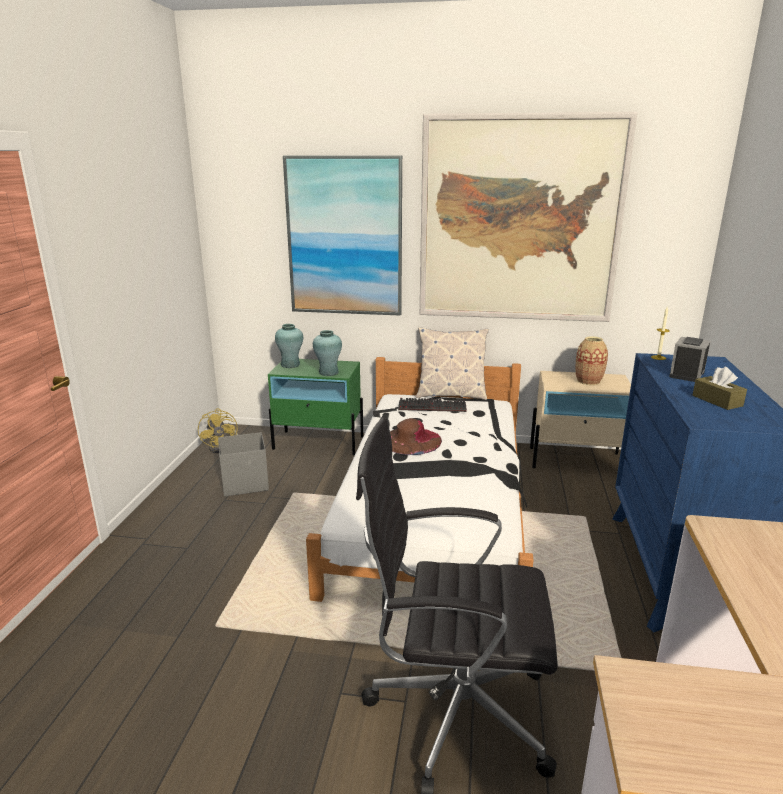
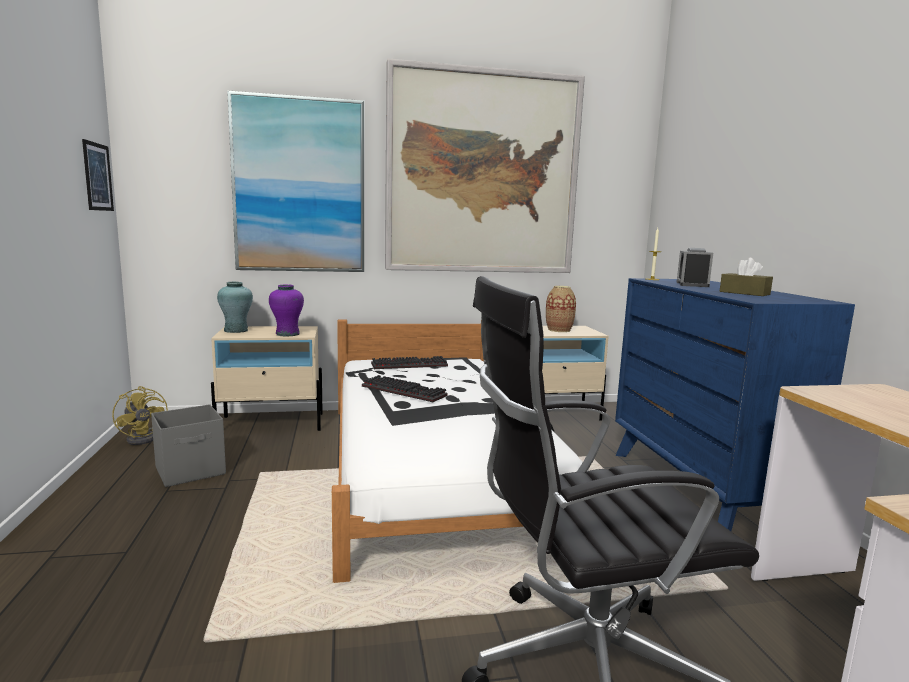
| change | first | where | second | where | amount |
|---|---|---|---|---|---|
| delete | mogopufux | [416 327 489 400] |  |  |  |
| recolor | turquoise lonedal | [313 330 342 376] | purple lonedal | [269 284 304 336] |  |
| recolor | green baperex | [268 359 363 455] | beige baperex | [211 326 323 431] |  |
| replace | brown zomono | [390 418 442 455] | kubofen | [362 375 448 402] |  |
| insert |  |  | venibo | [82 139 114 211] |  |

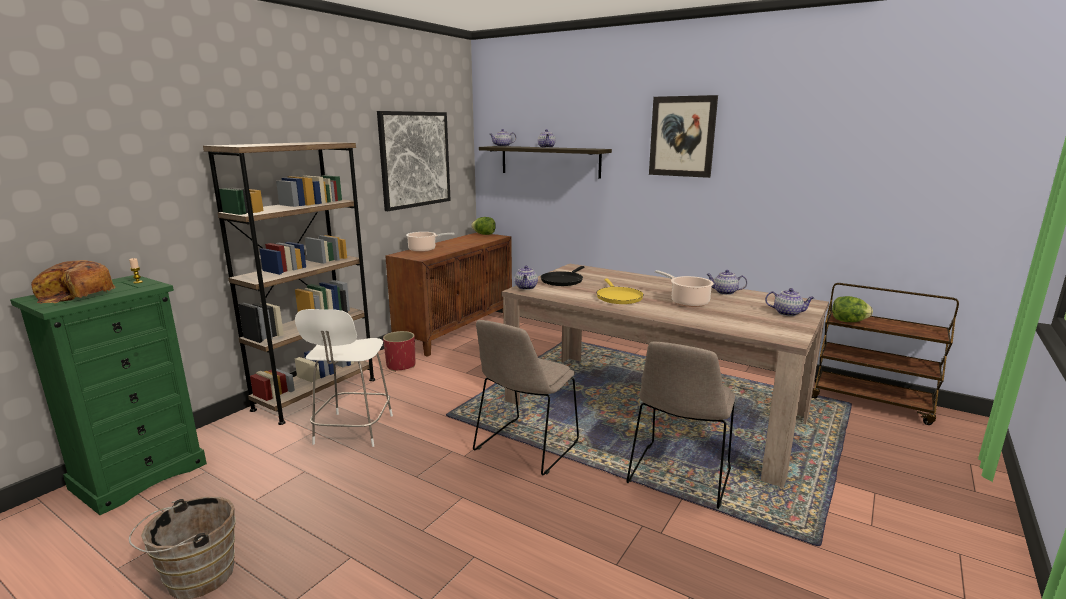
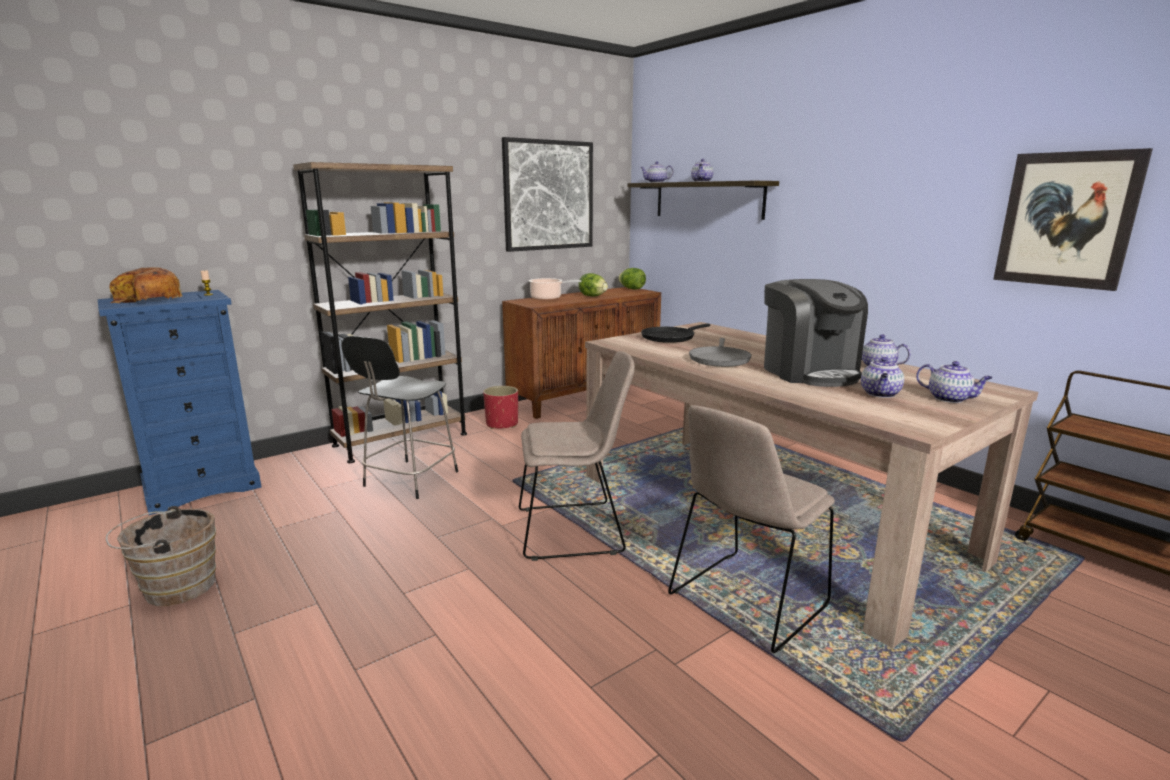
| change | first | where | second | where | amount |
|---|---|---|---|---|---|
| move | venibo | [649 95 718 178] |  | [993 148 1153 291] |  |
| move | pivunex | [515 266 538 290] |  | [861 357 904 398] |  |
| replace | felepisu | [655 270 714 307] | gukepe | [764 279 868 387] |  |
| recolor | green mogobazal | [10 275 207 515] | blue mogobazal | [98 290 261 515] |  |
| recolor | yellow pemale | [596 278 644 304] | grey pemale | [689 338 752 367] |  |
| move | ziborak | [832 296 873 322] |  | [578 273 608 296] |  |
| recolor | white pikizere | [295 309 393 447] | black pikizere | [341 336 458 499] |  |
| rotate | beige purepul | [473 320 579 475] |  | [519 351 635 561] | 150 degrees counterclockwise |

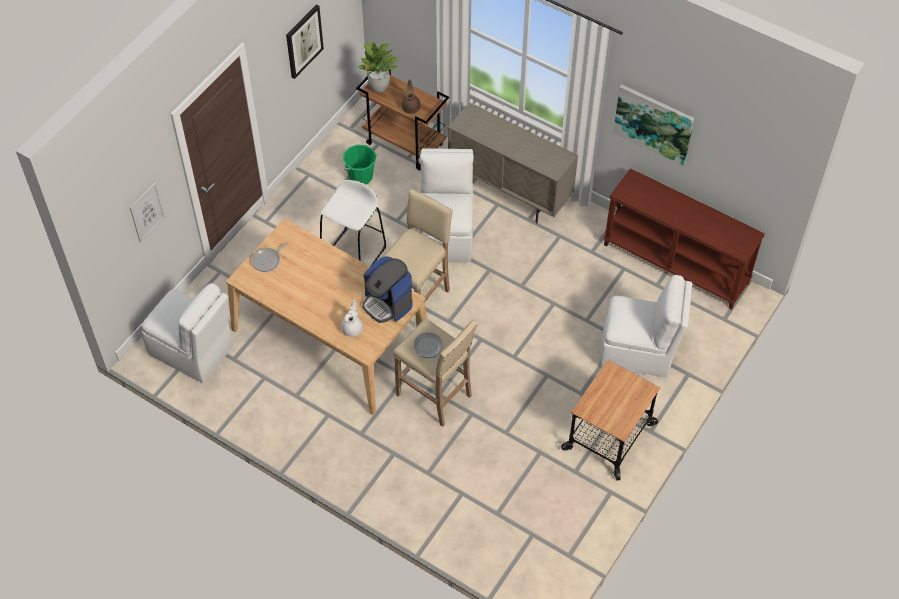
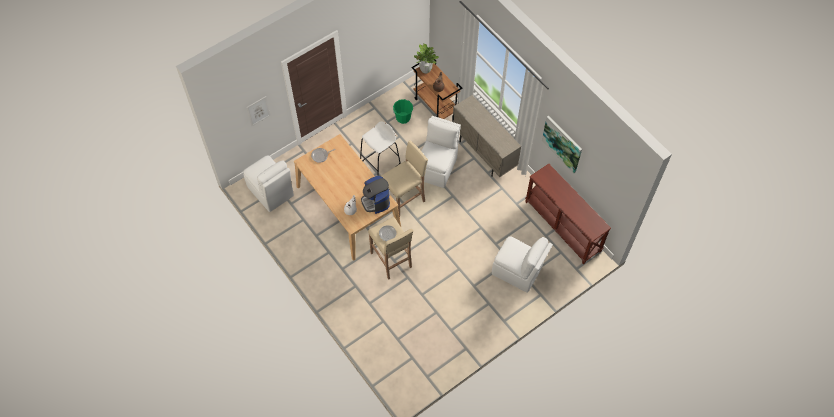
| change | first | where | second | where | amount |
|---|---|---|---|---|---|
| delete | venibo | [286 4 324 79] |  |  |  |
| delete | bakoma | [561 360 660 481] |  |  |  |

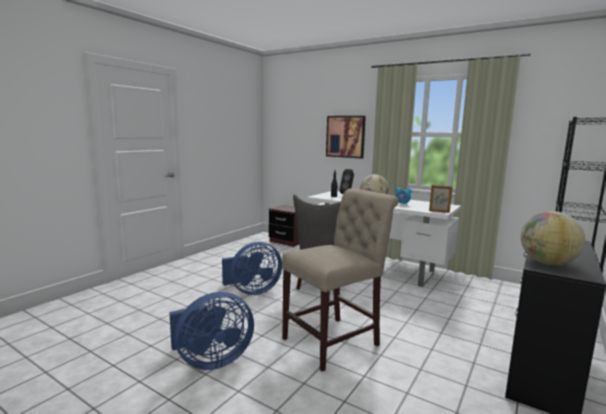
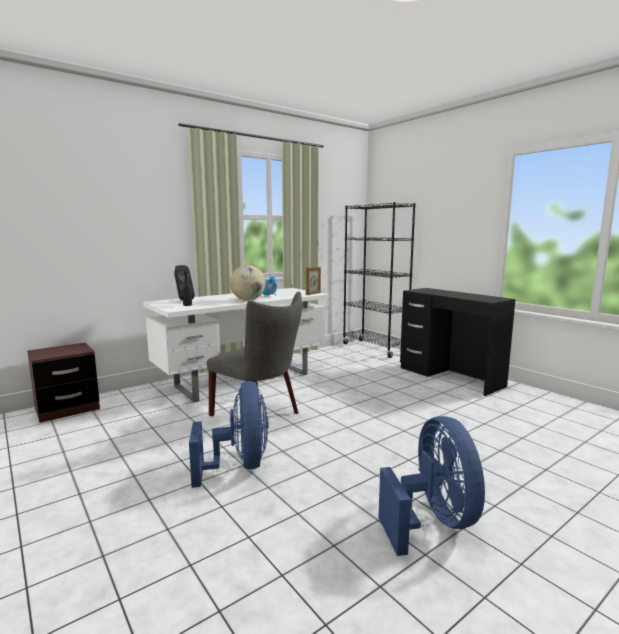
| change | first | where | second | where | amount |
|---|---|---|---|---|---|
| delete | venibo | [326 116 366 159] |  |  |  |
| delete | beige purepul | [282 188 399 371] |  |  |  |
| delete | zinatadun | [521 211 585 265] |  |  |  |

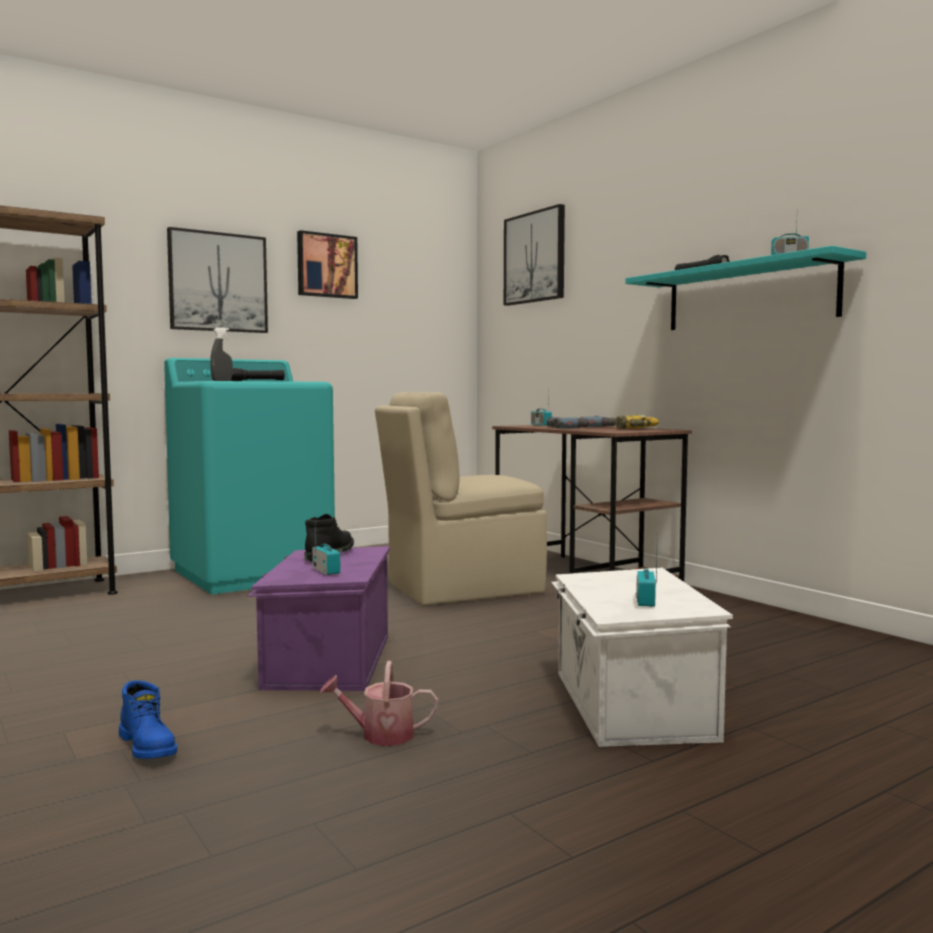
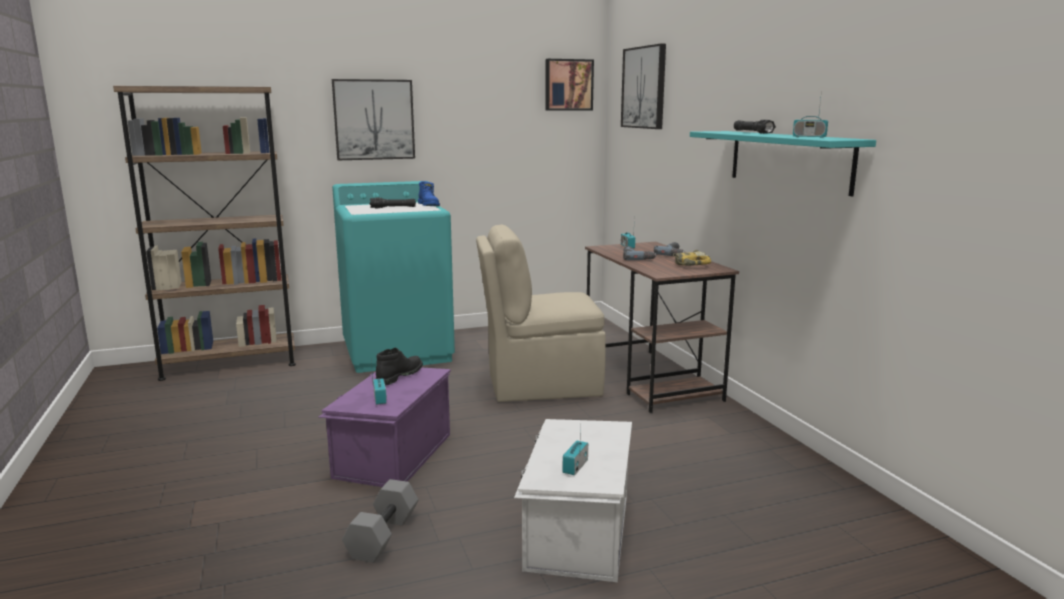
| change | first | where | second | where | amount |
|---|---|---|---|---|---|
| move | venibo | [297 230 358 299] |  | [545 59 594 111] |  |
| delete | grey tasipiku | [210 328 233 381] |  |  |  |
| replace | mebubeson | [320 661 438 746] | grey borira | [342 479 418 563] |  |
| move | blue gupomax | [119 680 177 759] |  | [418 181 440 206] |  |

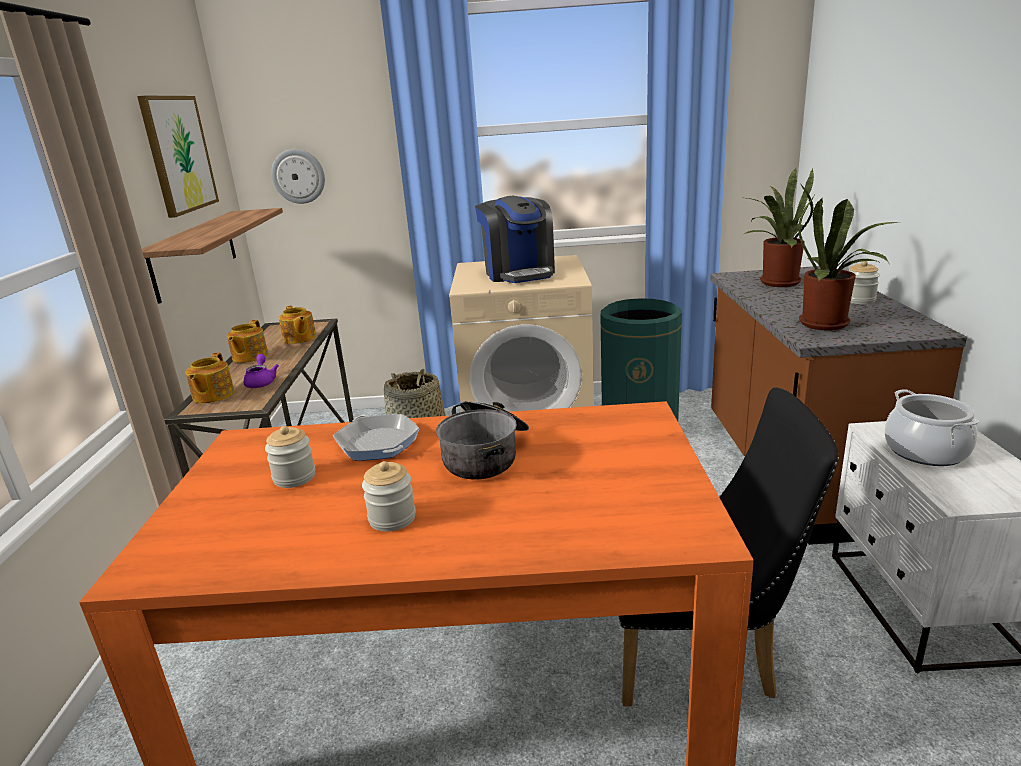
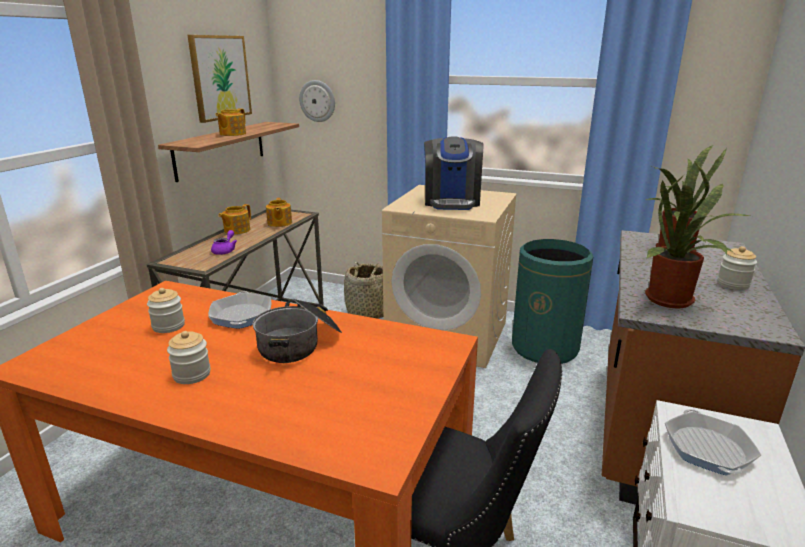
| change | first | where | second | where | amount |
|---|---|---|---|---|---|
| move | pivunex | [185 353 235 403] |  | [215 108 246 136] |  |
| replace | felepisu | [884 389 979 466] | pemale | [665 409 761 476] |  |

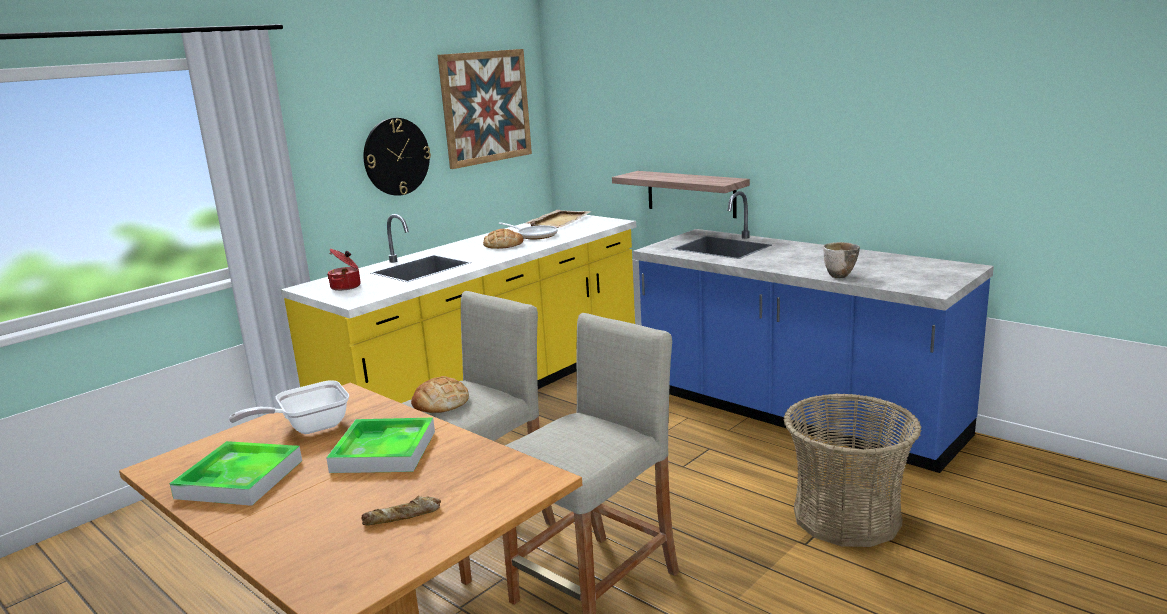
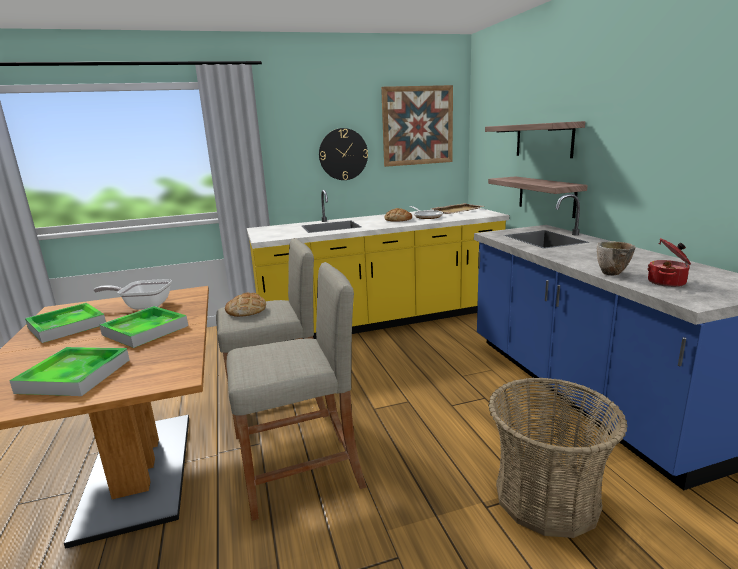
| change | first | where | second | where | amount |
|---|---|---|---|---|---|
| move | felepisu | [327 249 361 291] |  | [647 238 691 287] |  |
| replace | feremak | [361 496 441 525] | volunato | [9 347 130 396] |  |
| insert |  |  | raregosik | [485 121 585 158] |  |

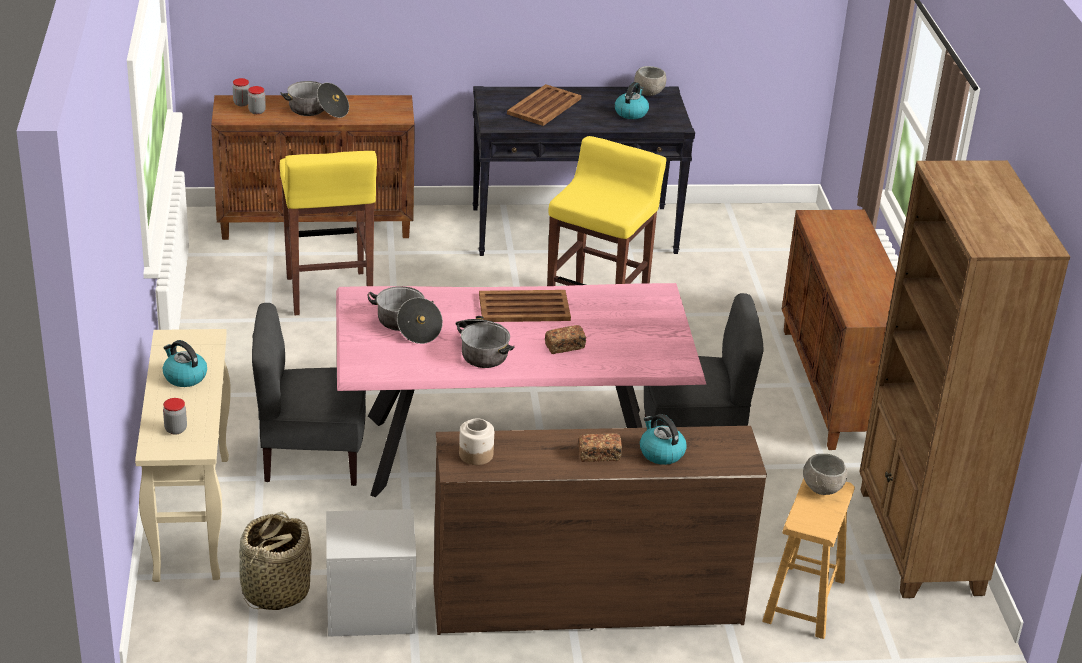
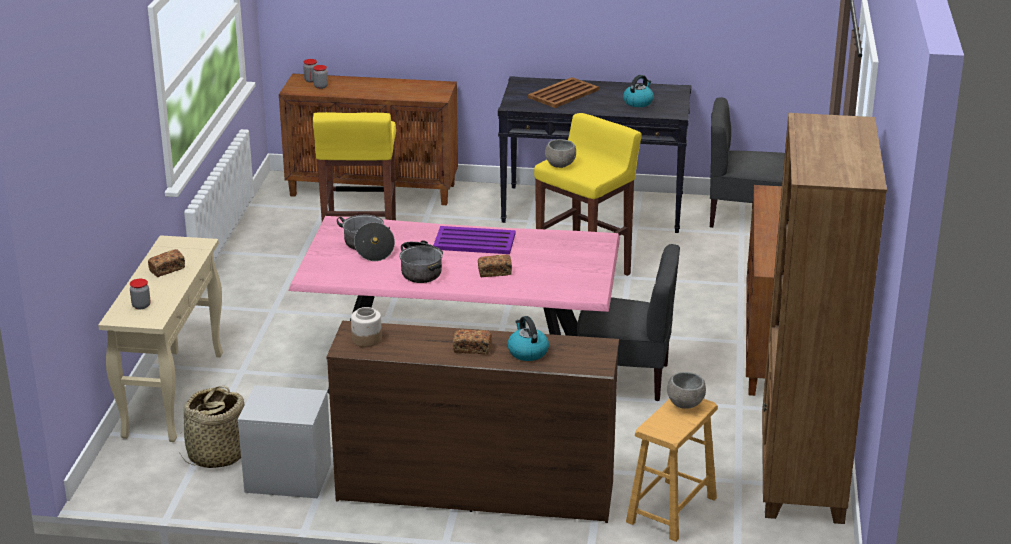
| change | first | where | second | where | amount |
|---|---|---|---|---|---|
| move | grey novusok | [634 66 666 96] |  | [545 139 576 168] |  |
| delete | felepisu | [281 81 349 118] |  |  |  |
| recolor | brown volunato | [479 290 571 322] | purple volunato | [433 226 515 254] |  |
| move | grey purepul | [252 303 366 486] |  | [710 97 785 228] |  |
| replace | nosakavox | [163 340 207 387] | feremak | [148 249 185 277] |  |

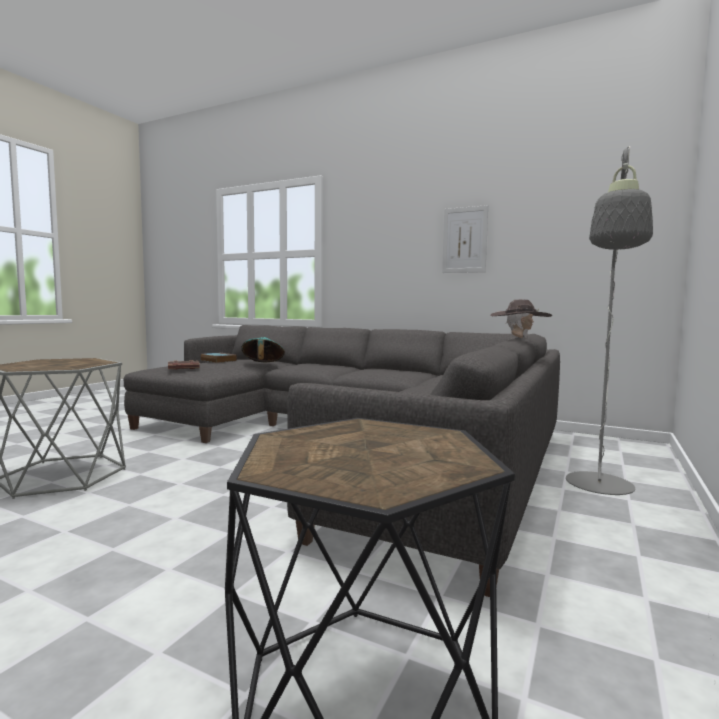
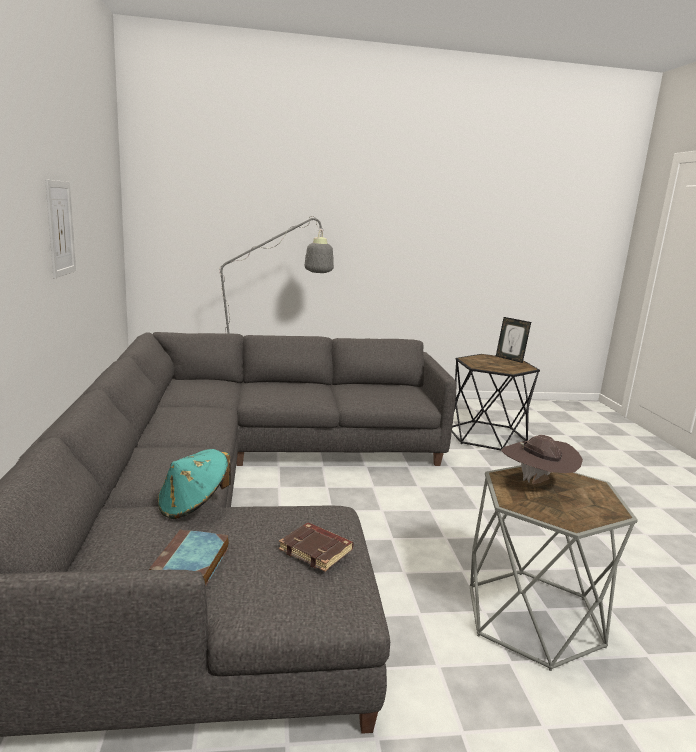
| change | first | where | second | where | amount |
|---|---|---|---|---|---|
| move | brown zomono | [491 299 552 339] |  | [501 435 583 484] |  |
| insert |  |  | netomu | [496 317 531 363] |  |

